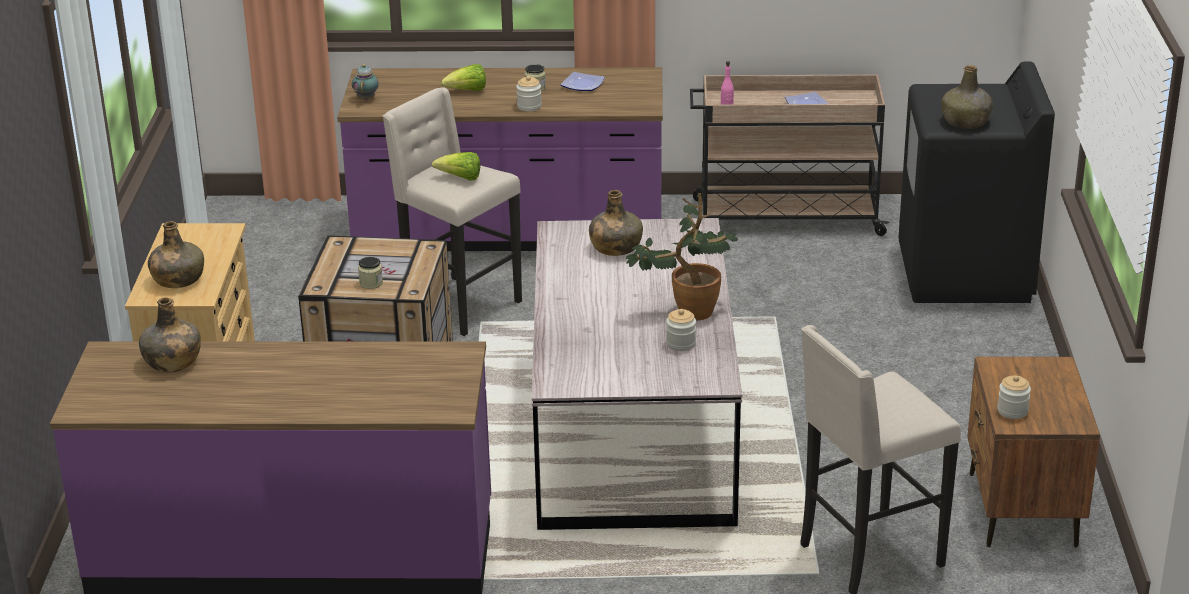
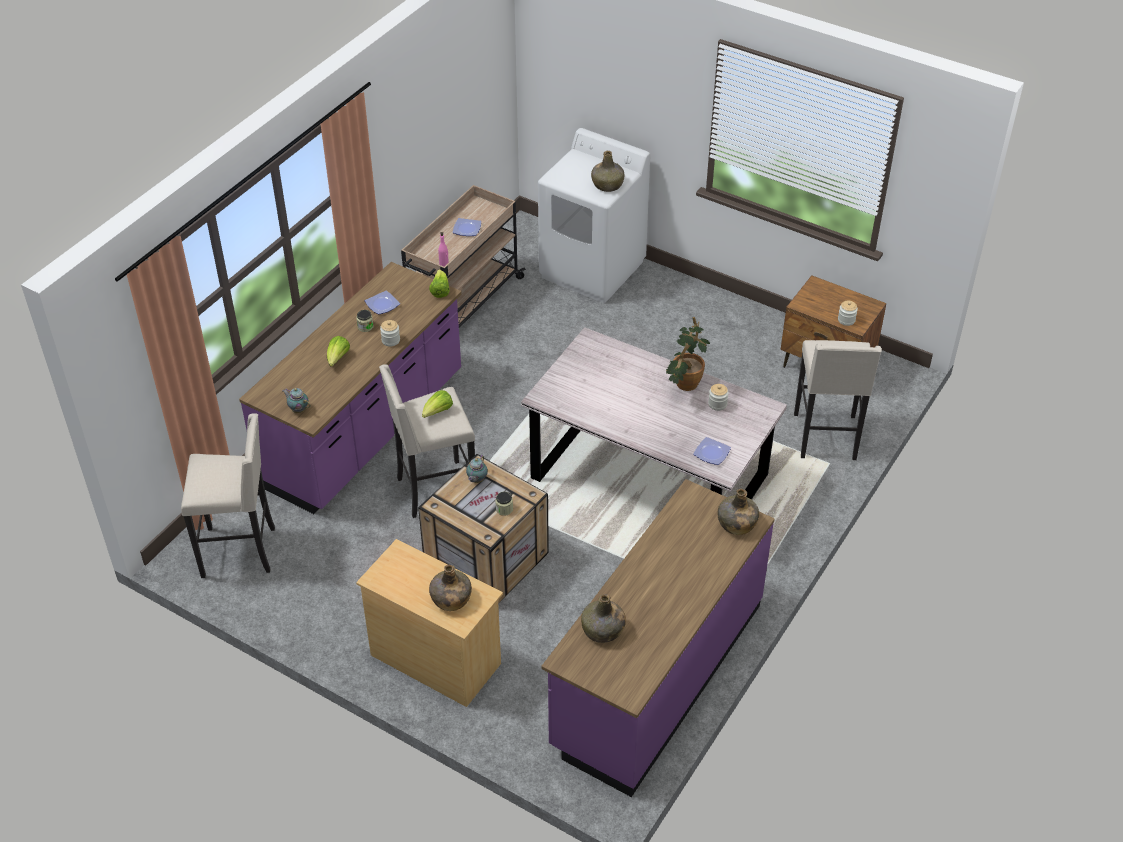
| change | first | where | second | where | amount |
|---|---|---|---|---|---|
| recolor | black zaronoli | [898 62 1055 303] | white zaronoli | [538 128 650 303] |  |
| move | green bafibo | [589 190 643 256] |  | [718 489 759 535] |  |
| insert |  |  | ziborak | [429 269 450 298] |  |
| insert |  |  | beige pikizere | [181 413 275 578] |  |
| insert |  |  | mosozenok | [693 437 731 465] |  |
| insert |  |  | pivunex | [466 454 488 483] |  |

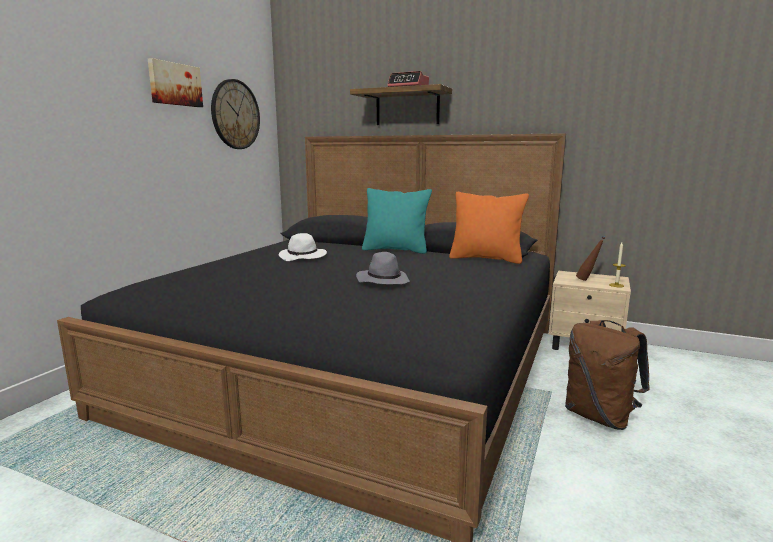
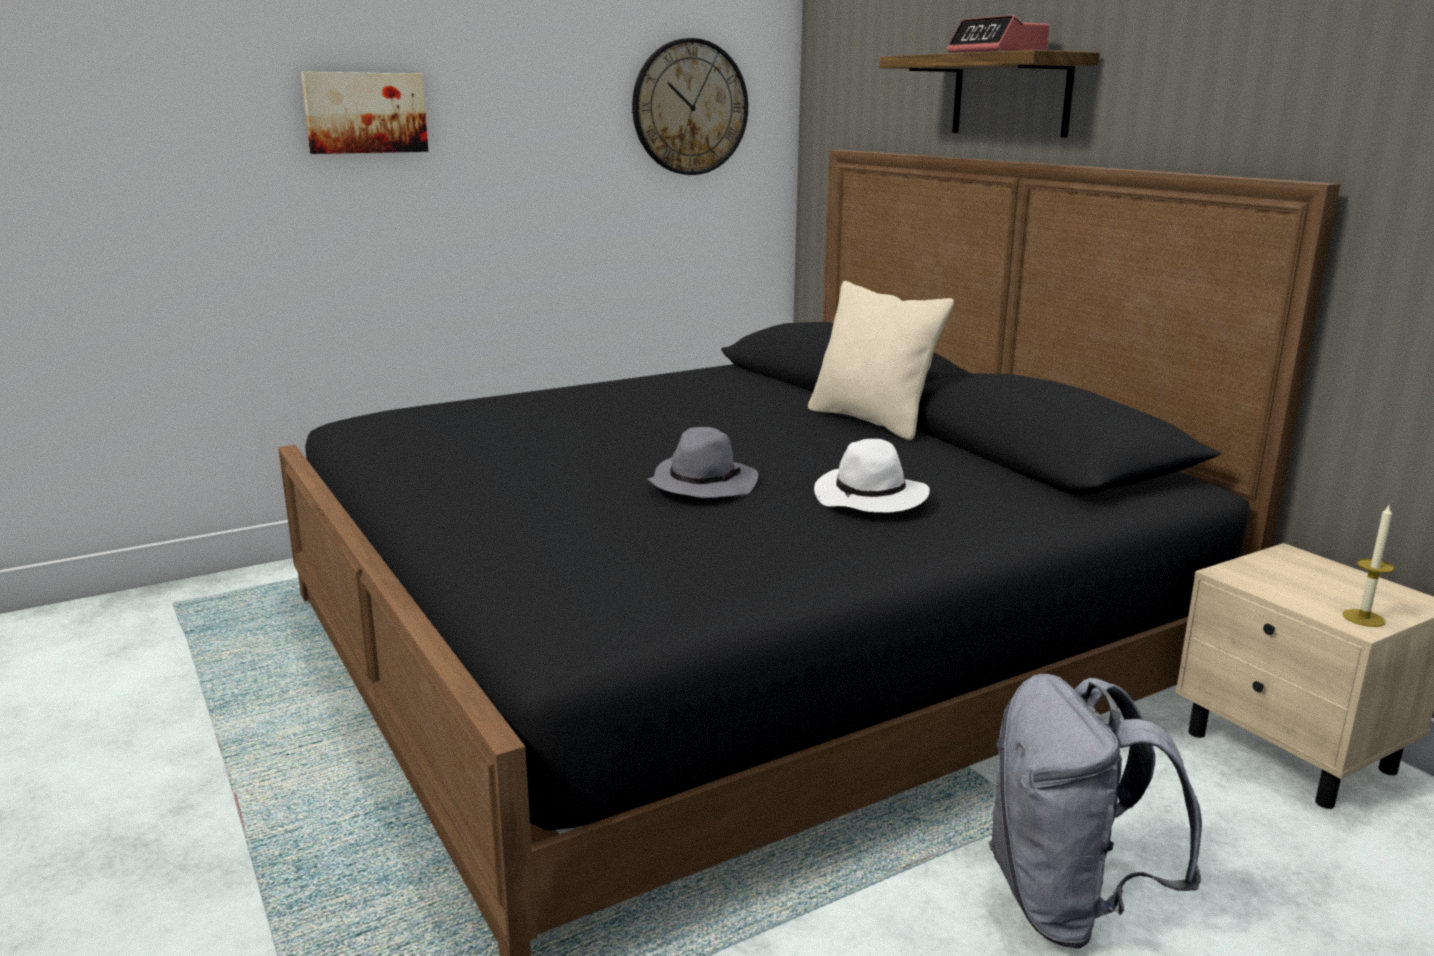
| change | first | where | second | where | amount |
|---|---|---|---|---|---|
| move | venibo | [148 58 203 107] |  | [301 72 428 154] |  |
| recolor | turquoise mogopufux | [362 188 432 254] | beige mogopufux | [808 281 954 440] |  |
| delete | orange mogopufux | [449 192 529 264] |  |  |  |
| move | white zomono | [279 233 327 261] |  | [814 439 930 513] |  |
| delete | brown bafibo | [576 236 606 281] |  |  |  |
| recolor | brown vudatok | [565 320 650 430] | grey vudatok | [988 674 1202 949] |  |

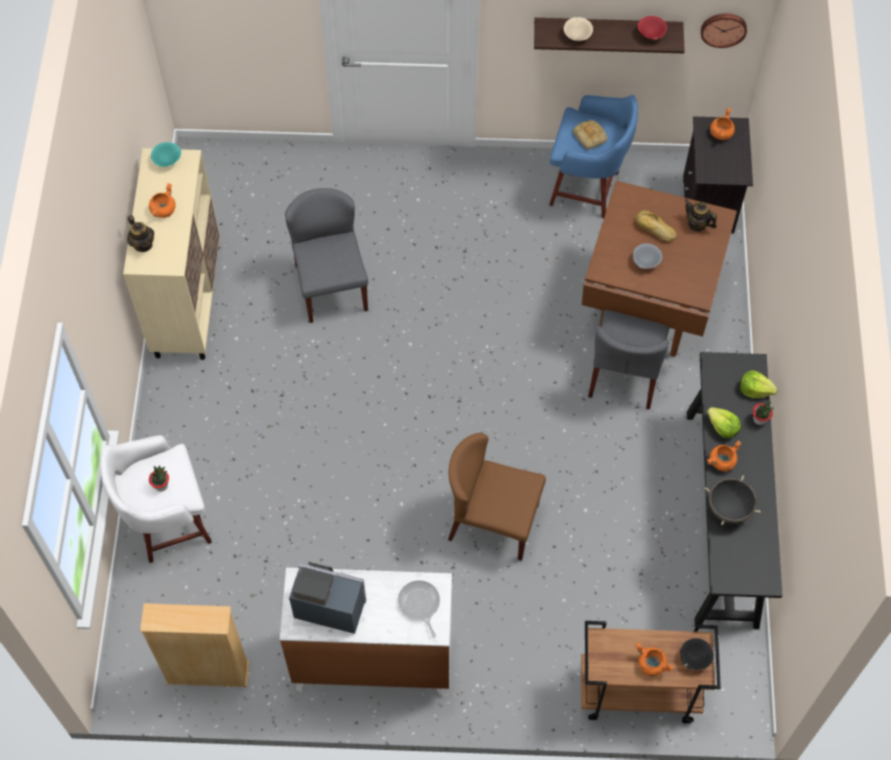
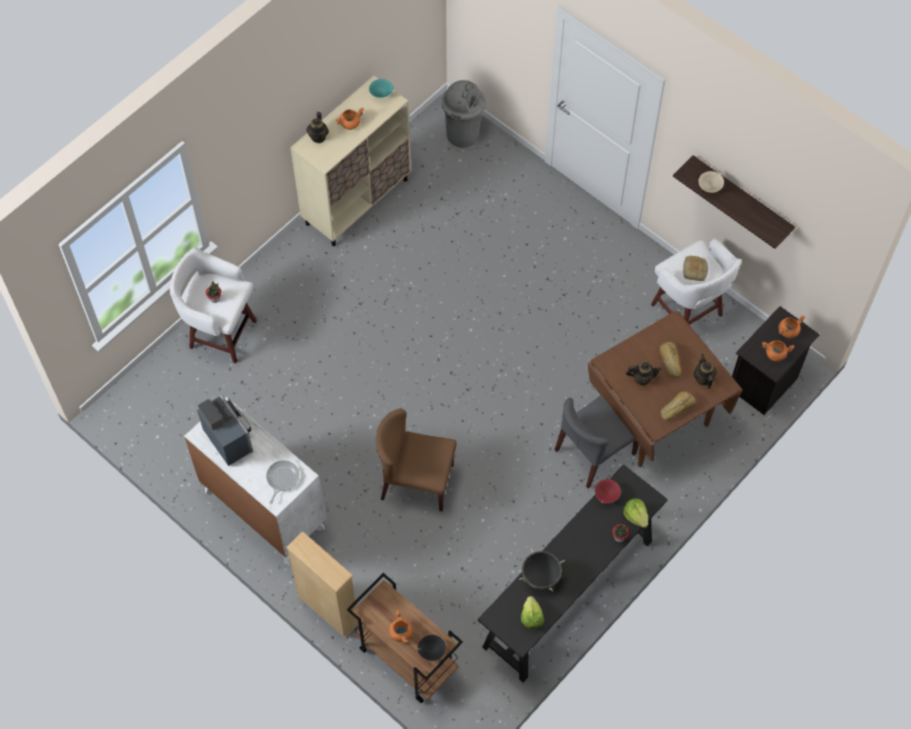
| change | first | where | second | where | amount |
|---|---|---|---|---|---|
| delete | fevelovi | [701 13 747 48] |  |  |  |
| move | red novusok | [638 16 667 40] |  | [595 479 621 504] |  |
| recolor | blue pikizere | [549 95 638 218] | white pikizere | [651 239 741 325] |  |
| delete | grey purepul | [285 188 368 323] |  |  |  |
| replace | grey novusok | [633 243 662 269] | pivunex | [626 362 662 385] |  |
| move | ziborak | [707 407 741 438] |  | [521 596 544 629] |  |
| rotate | brown purepul | [448 433 546 561] |  | [376 409 457 512] | 45 degrees counterclockwise |
| move | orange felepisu | [707 440 741 471] |  | [762 341 794 362] |  |
| move | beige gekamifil | [140 603 249 687] |  | [286 531 358 638] |  |
| insert |  |  | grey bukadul | [441 80 485 148] |  |
| insert |  |  | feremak | [661 391 696 421] |  |

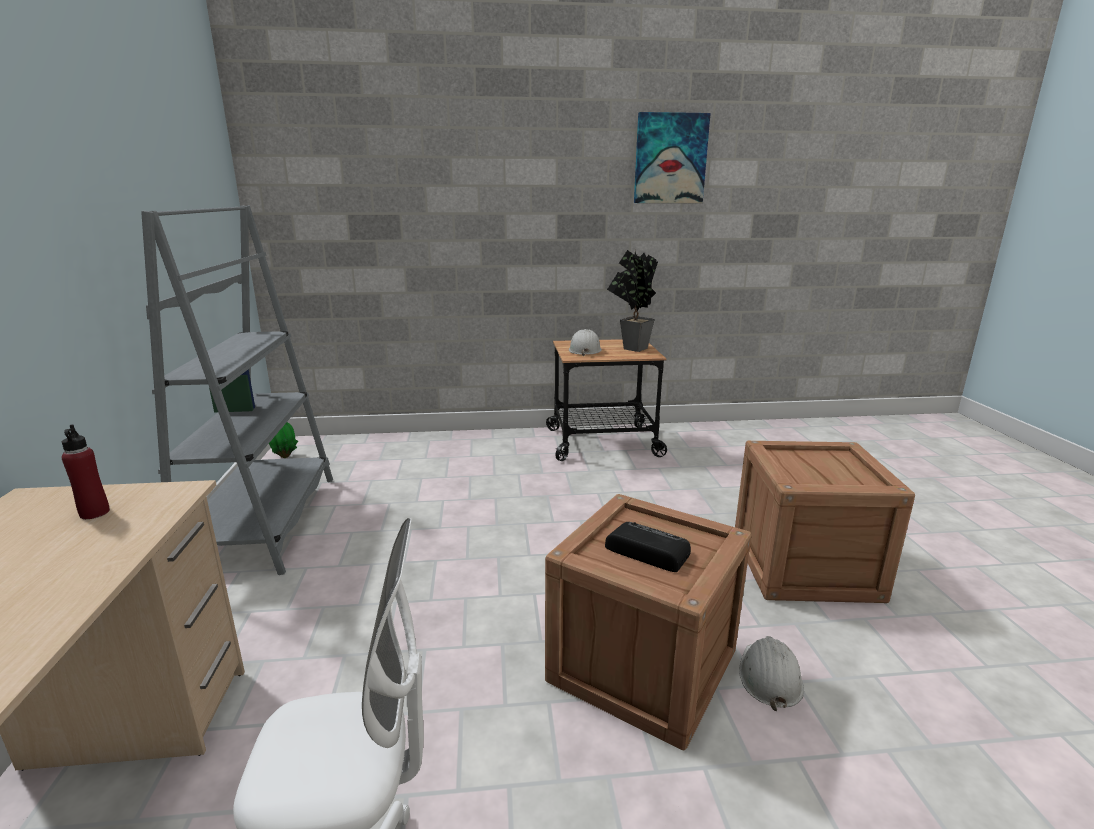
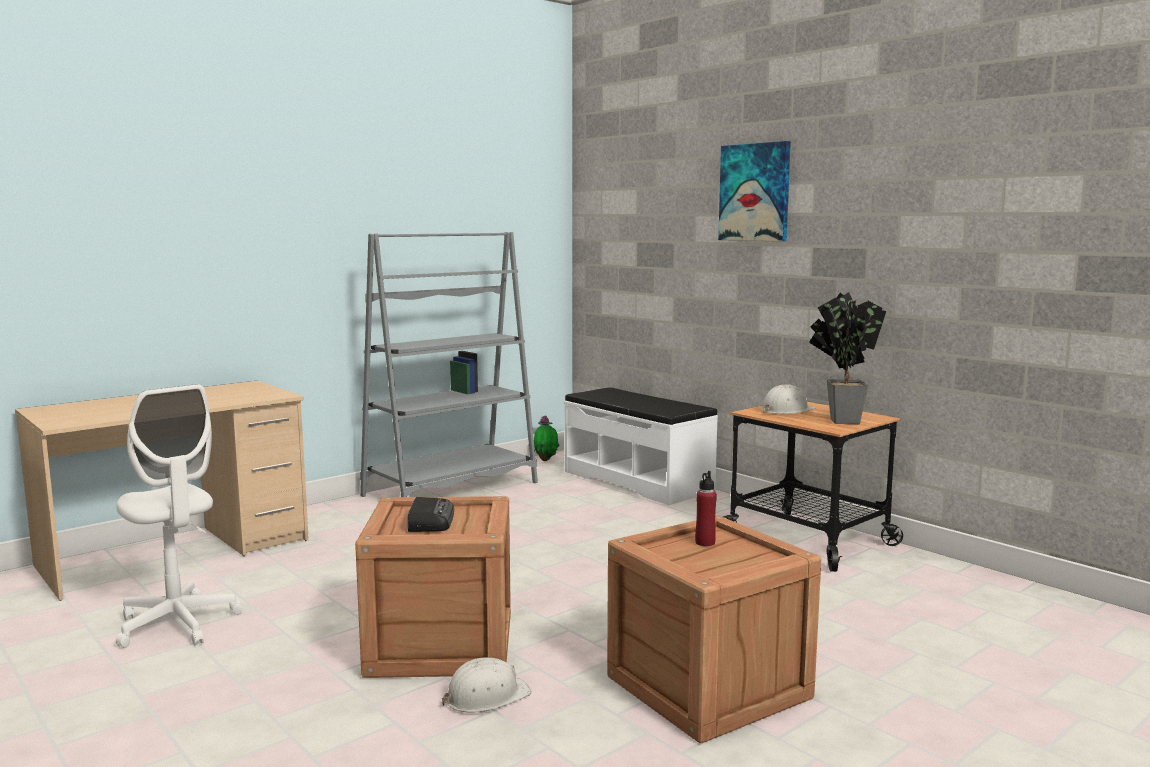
| change | first | where | second | where | amount |
|---|---|---|---|---|---|
| move | venibo | [634 112 711 203] |  | [718 141 791 242] |  |
| move | red bafibo | [61 425 110 519] |  | [695 471 717 546] |  |
| insert |  |  | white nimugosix | [564 387 718 505] |  |

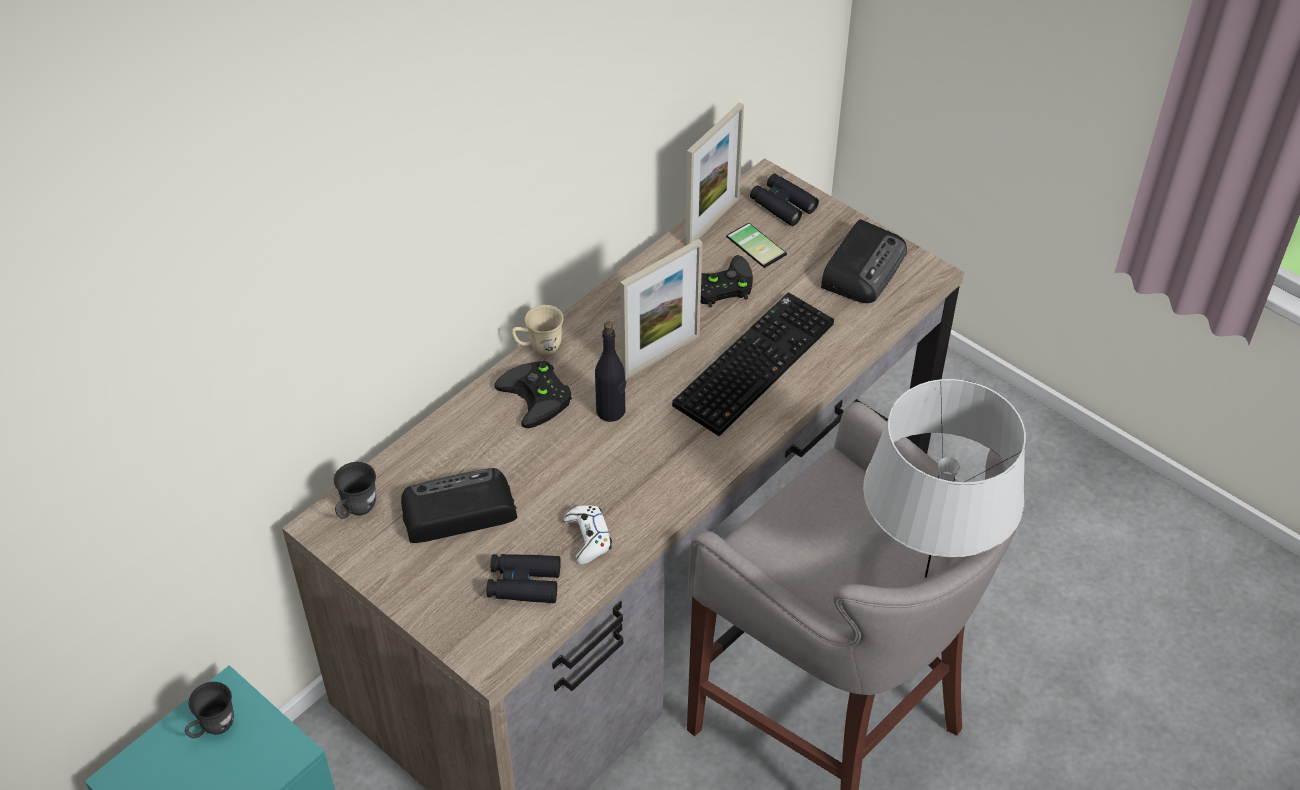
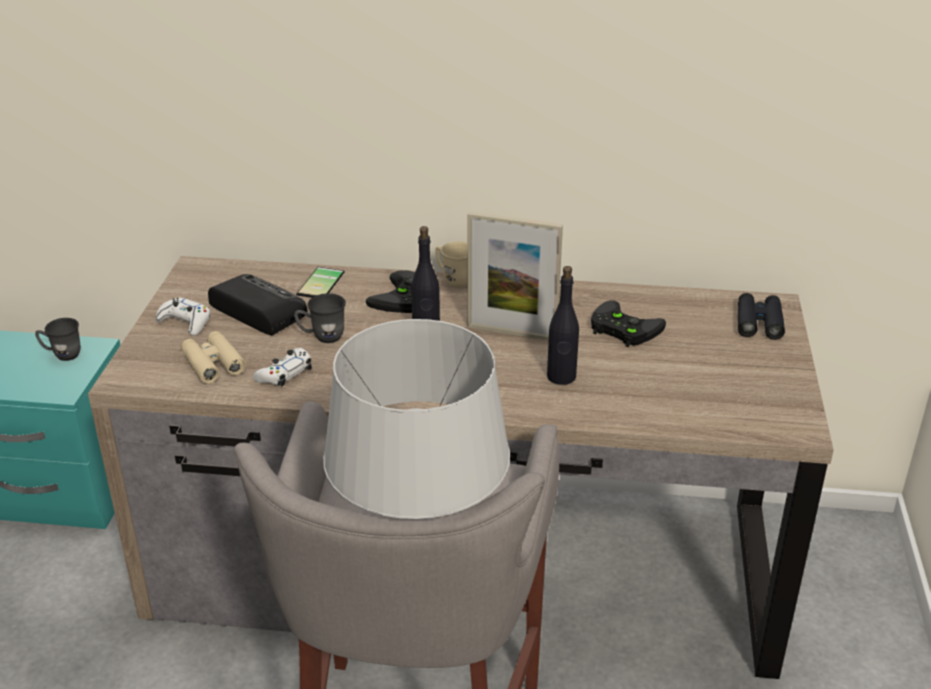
| change | first | where | second | where | amount |
|---|---|---|---|---|---|
| delete | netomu | [685 102 744 246] |  |  |  |
| delete | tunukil | [821 219 907 303] |  |  |  |
| move | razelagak | [726 223 787 268] |  | [296 267 344 298] |  |
| replace | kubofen | [672 292 834 436] | black bafibo | [547 266 579 385] |  |
| move | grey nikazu | [334 462 376 519] |  | [294 293 346 343] |  |
| recolor | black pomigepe | [486 554 561 603] | beige pomigepe | [181 331 246 384] |  |
| insert |  |  | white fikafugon | [155 297 210 336] |  |

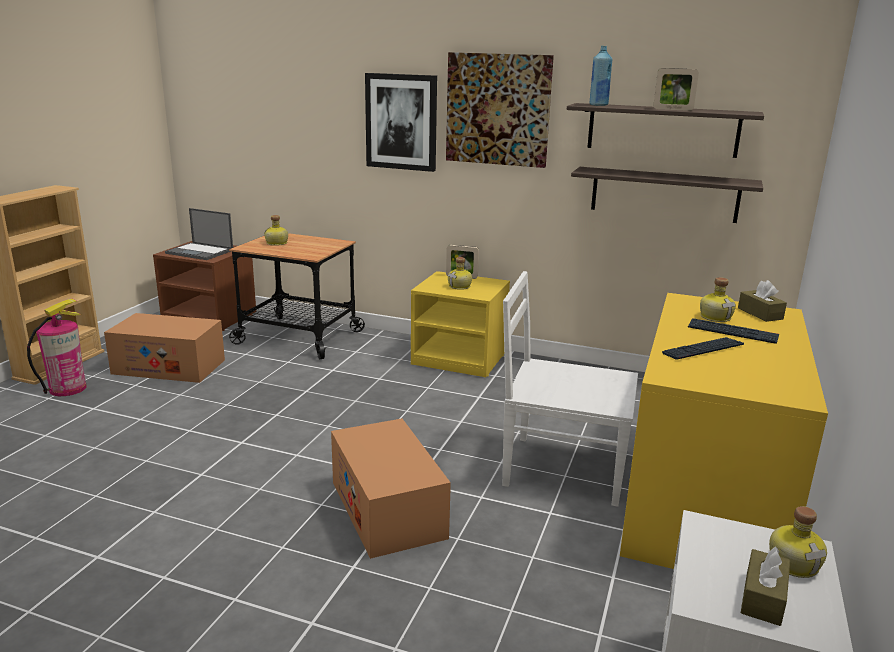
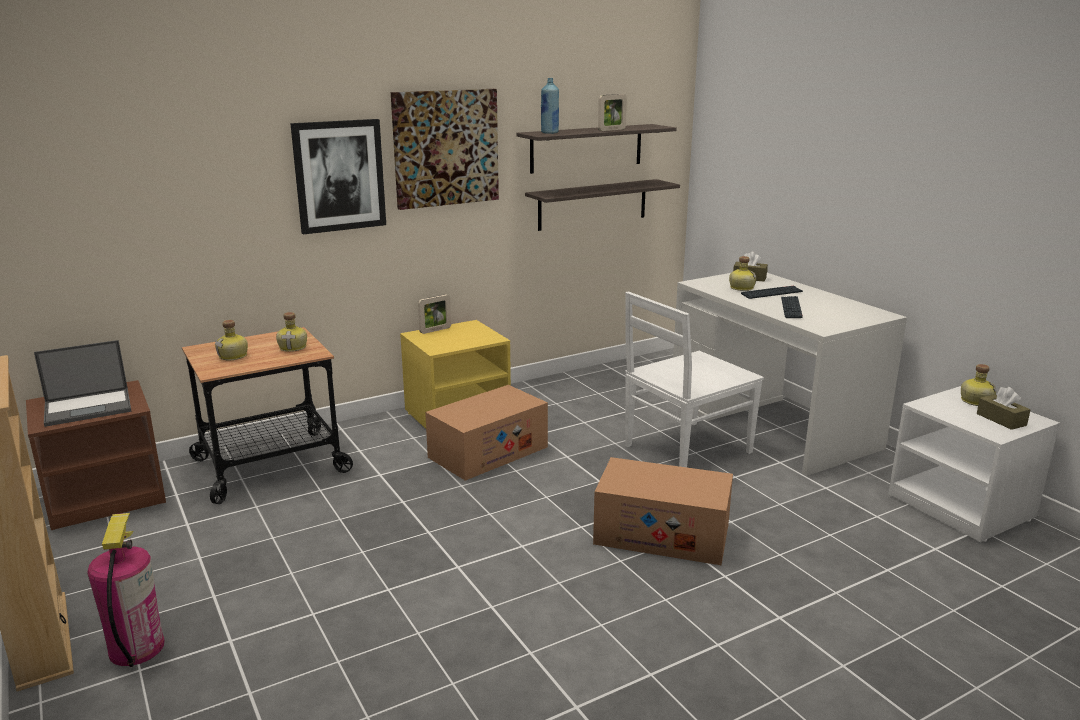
| change | first | where | second | where | amount |
|---|---|---|---|---|---|
| move | bafibo | [448 257 472 290] |  | [276 312 307 352] |  |
| recolor | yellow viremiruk | [620 293 828 569] | white viremiruk | [673 273 907 476] |  |
| move | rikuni | [104 313 225 383] |  | [425 385 548 481] |  |

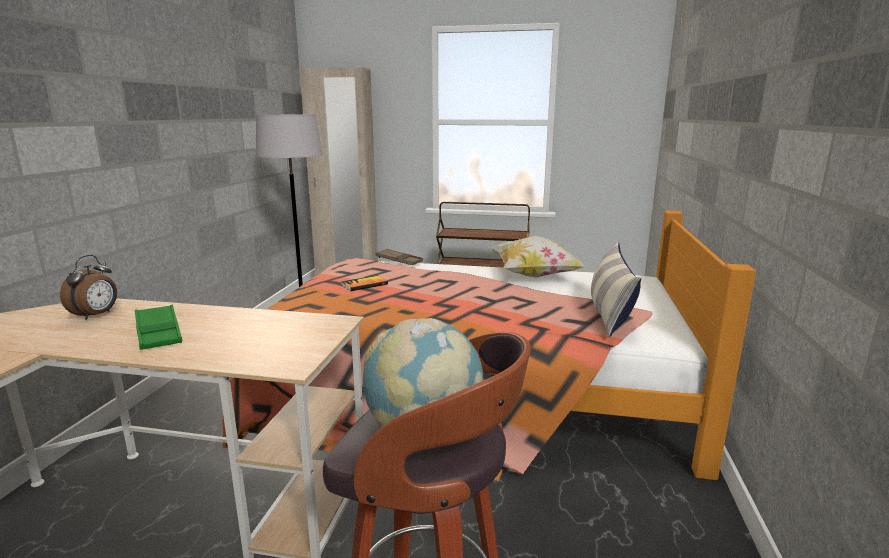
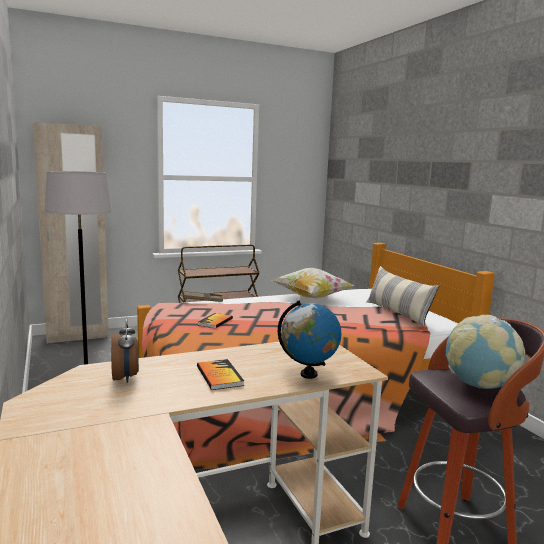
| change | first | where | second | where | amount |
|---|---|---|---|---|---|
| replace | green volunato | [135 305 182 350] | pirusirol | [197 359 244 390] |  |
| insert |  |  | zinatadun | [278 300 341 379] |  |

